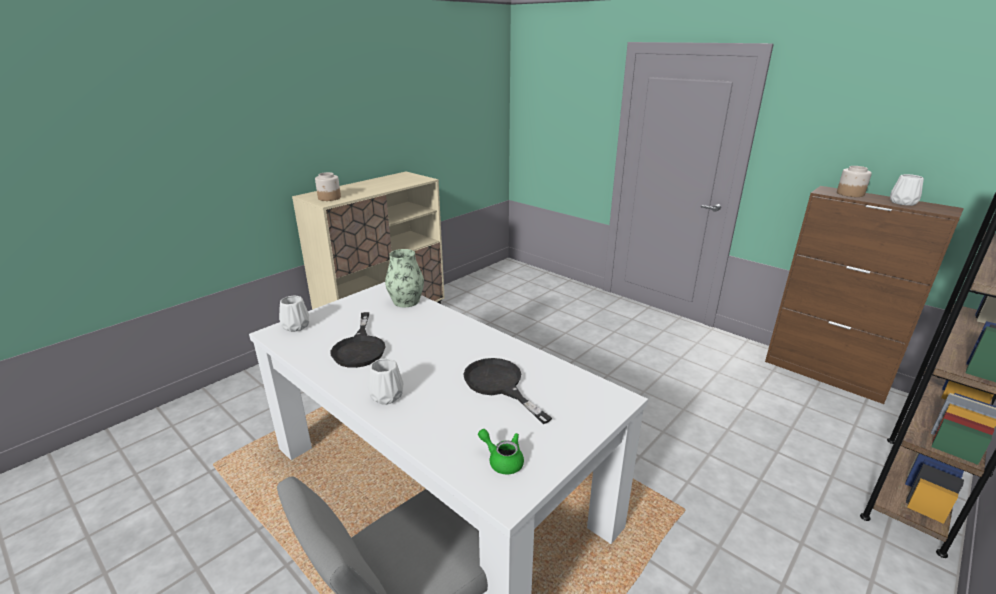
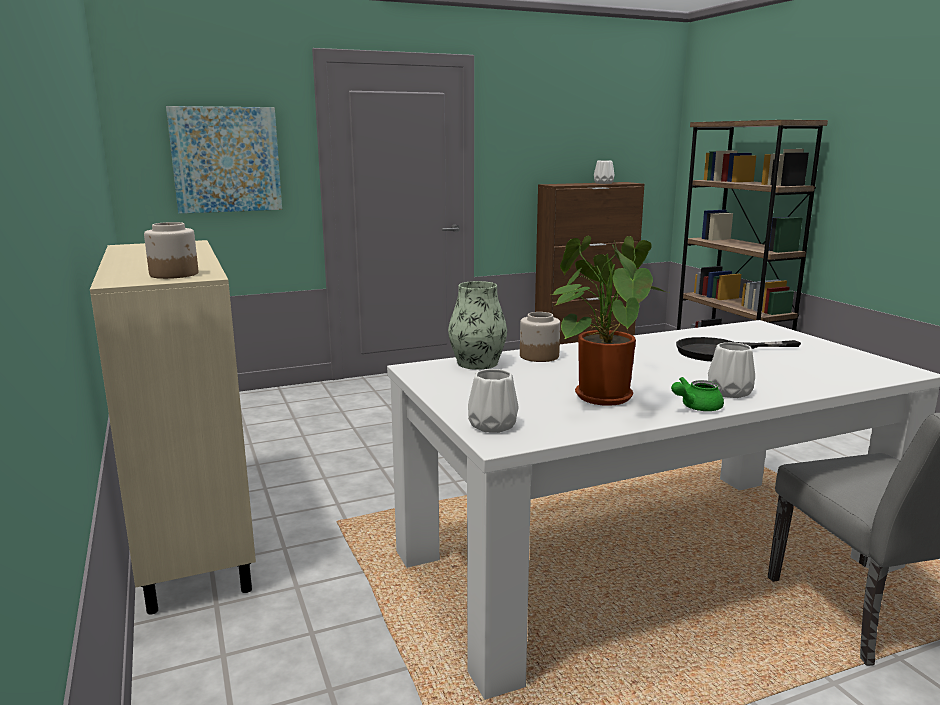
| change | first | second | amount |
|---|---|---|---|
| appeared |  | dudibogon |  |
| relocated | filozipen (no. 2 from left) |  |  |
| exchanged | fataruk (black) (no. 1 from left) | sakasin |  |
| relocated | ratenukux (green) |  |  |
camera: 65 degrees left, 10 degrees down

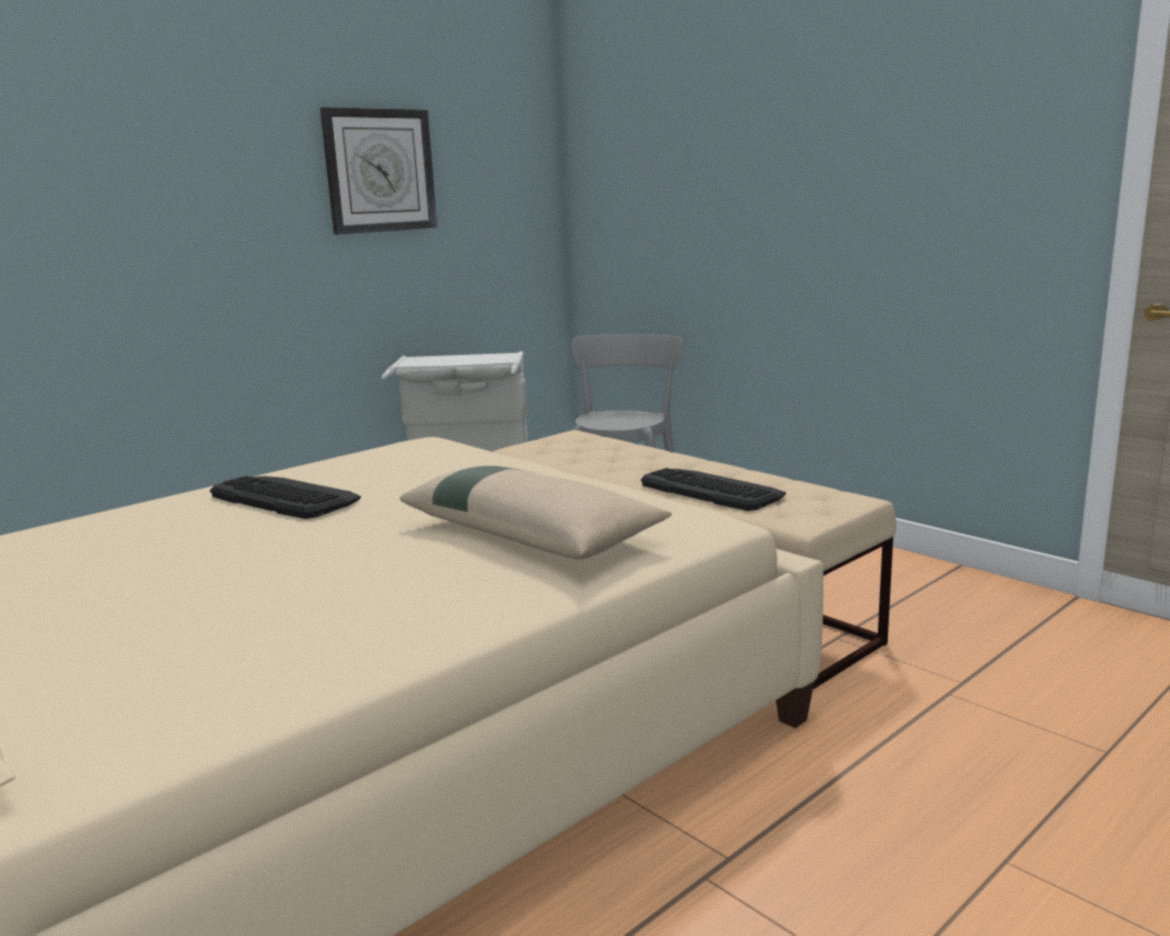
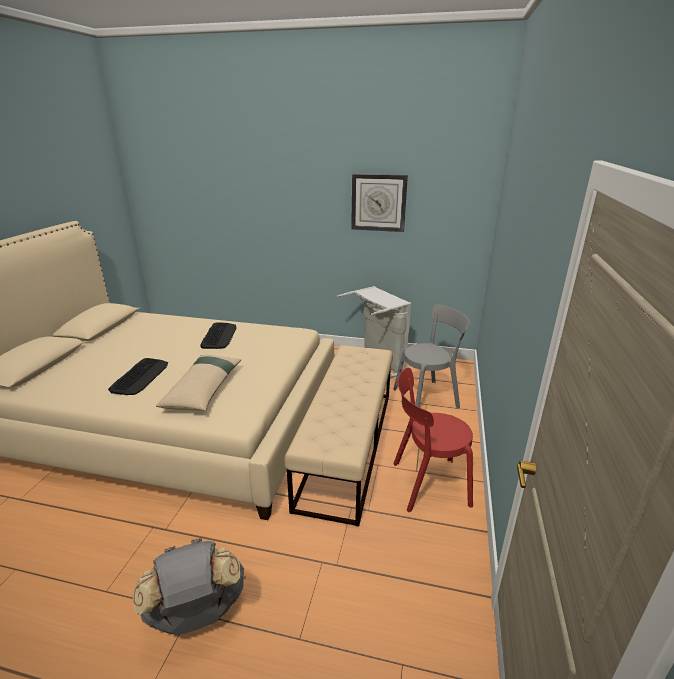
| change | first | second | amount |
|---|---|---|---|
| relocated | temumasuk (no. 2 from left in the first image) | temumasuk (no. 1 from left) |  |
| appeared |  | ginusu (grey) |  |
| appeared |  | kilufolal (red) |  |
camera: 55 degrees right, 10 degrees up

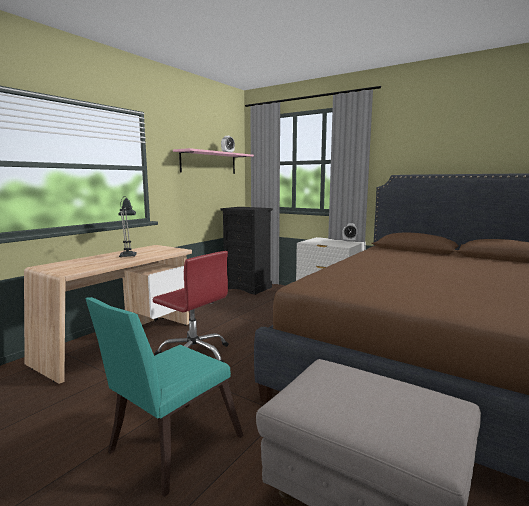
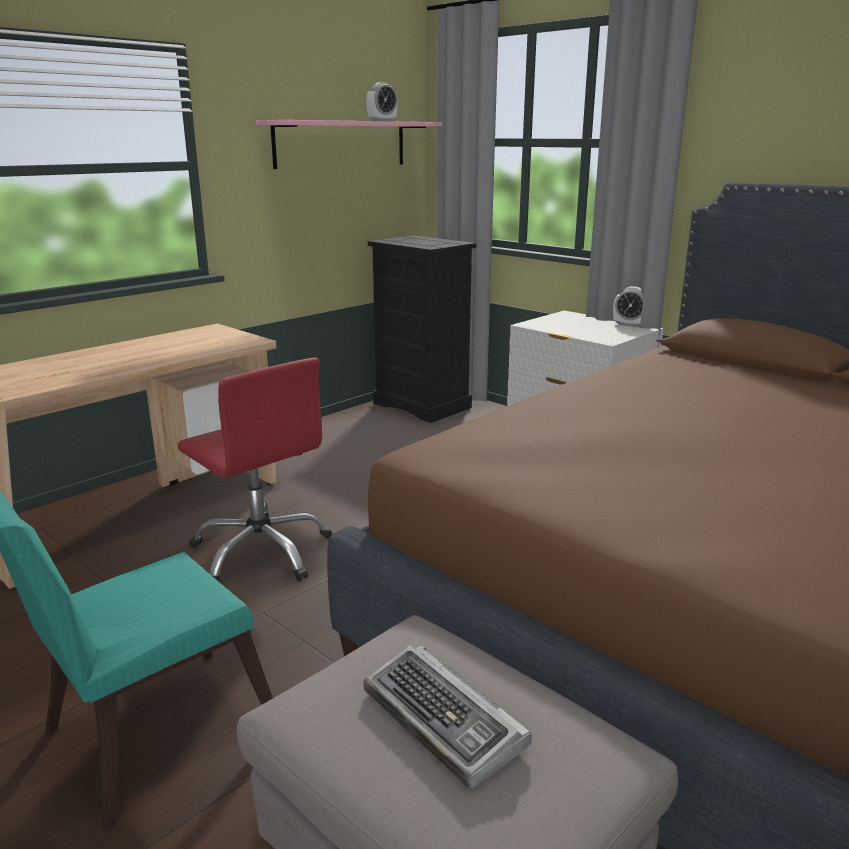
| change | first | second | amount |
|---|---|---|---|
| appeared |  | temumasuk |  |
| missing | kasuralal |  |  |
camera: 10 degrees right, 10 degrees up

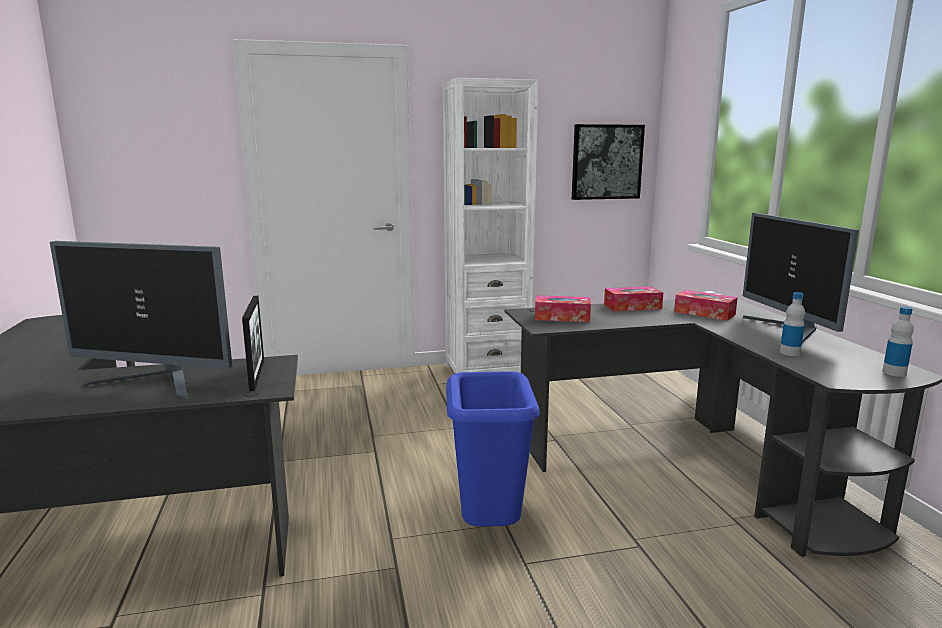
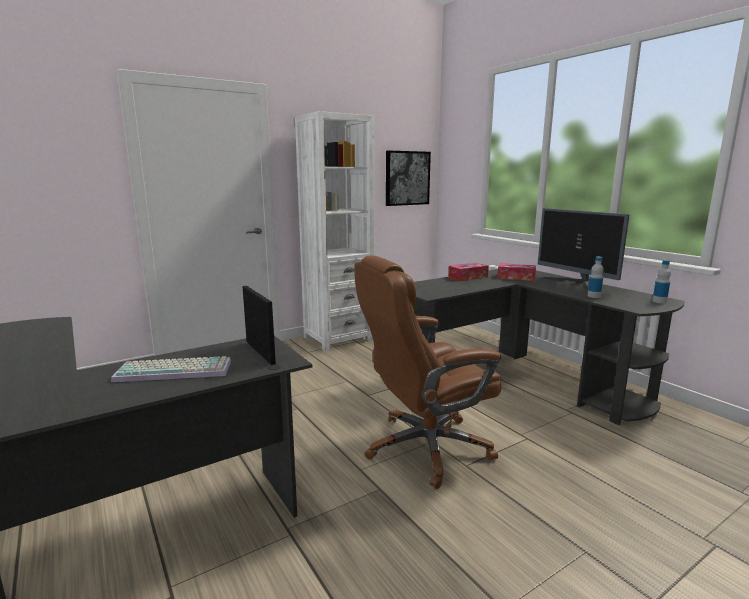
| change | first | second | amount |
|---|---|---|---|
| exchanged | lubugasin (no. 1 from left) | temumasuk |  |
| exchanged | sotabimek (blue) | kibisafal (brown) |  |
| missing | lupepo (no. 1 from left) |  |  |
camera: 20 degrees left, 0 degrees up

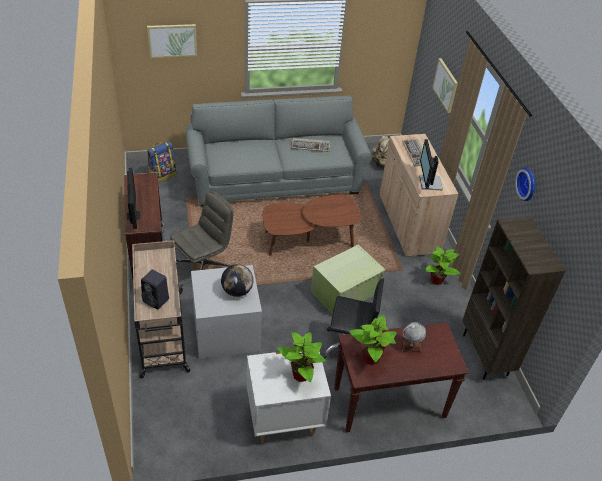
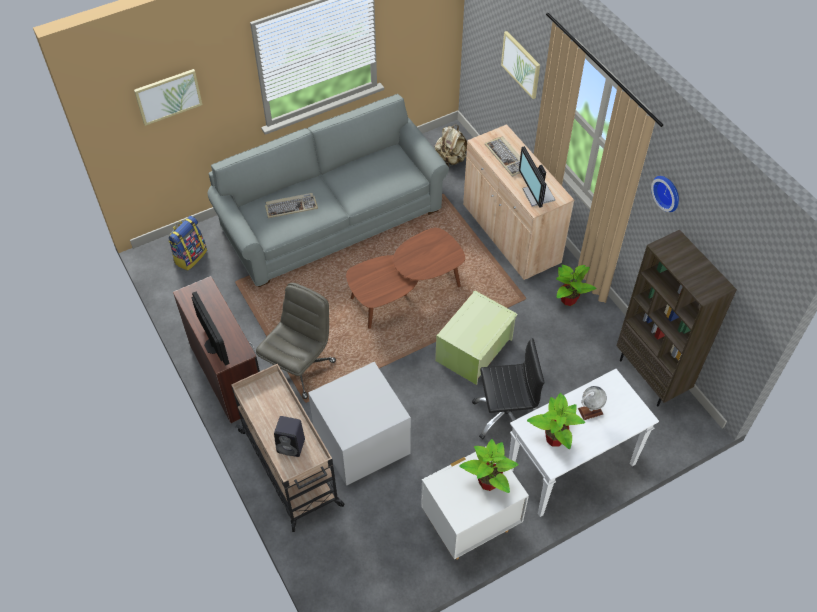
| change | first | second | amount |
|---|---|---|---|
| relocated | temumasuk (no. 1 from left) |  |  |
| colour | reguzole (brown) | reguzole (white) |  |
| missing | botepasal (no. 1 from left) |  |  |
camera: 15 degrees left, 10 degrees up

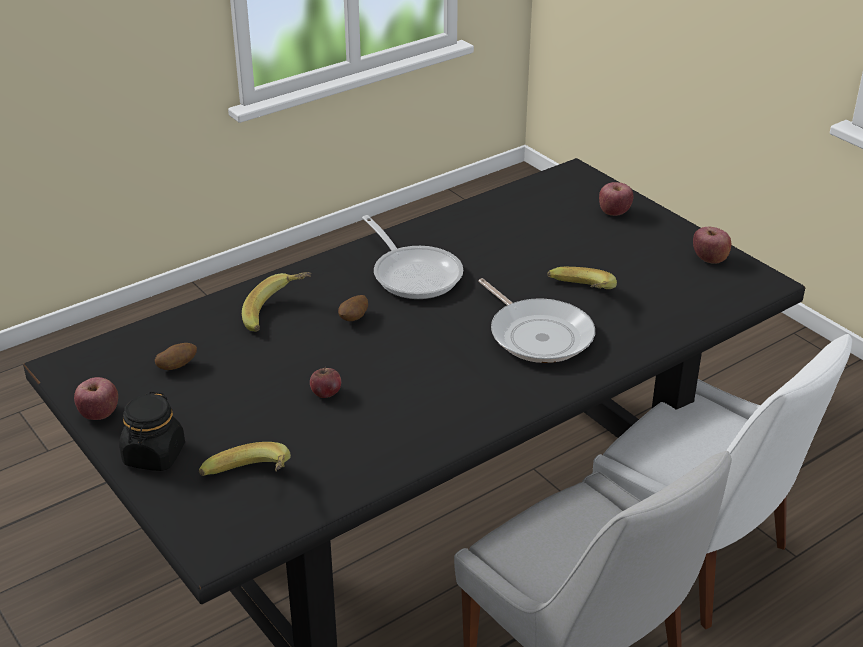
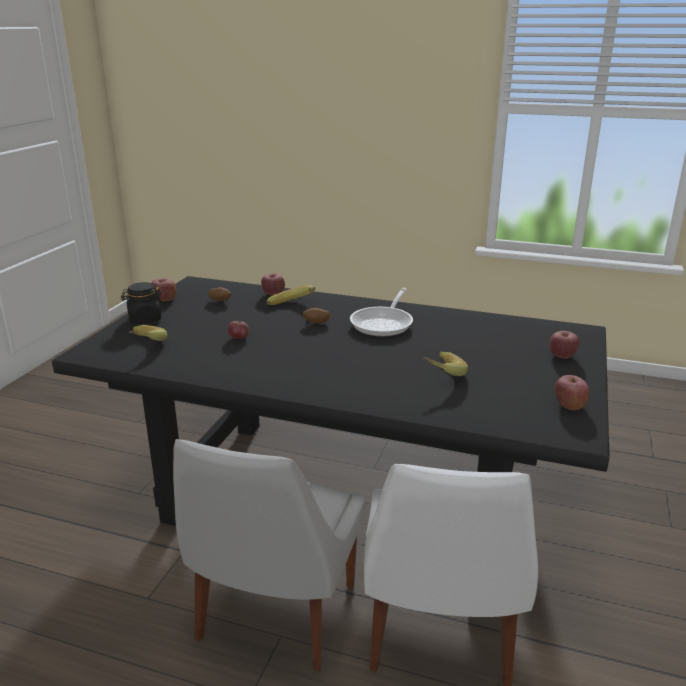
| change | first | second | amount |
|---|---|---|---|
| appeared |  | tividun (no. 3 from left) |  |
| missing | fataruk (no. 2 from left) |  |  |
camera: 55 degrees right, 10 degrees down

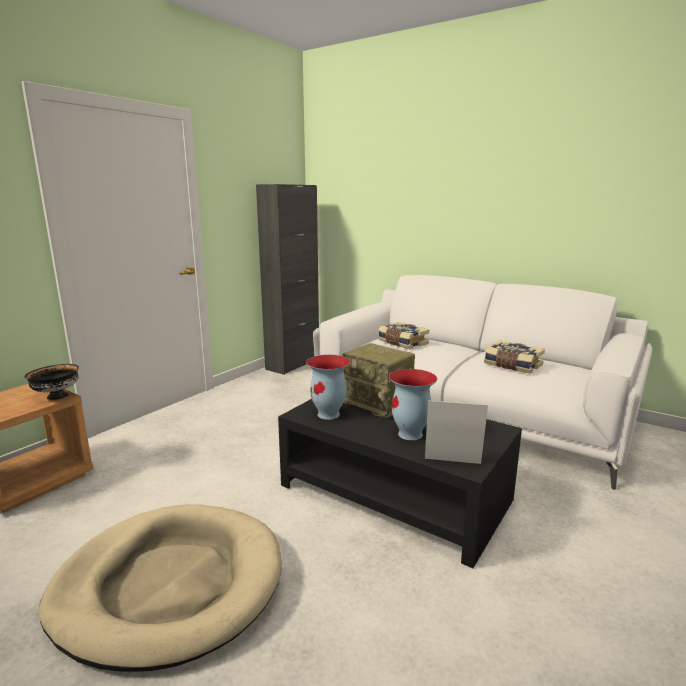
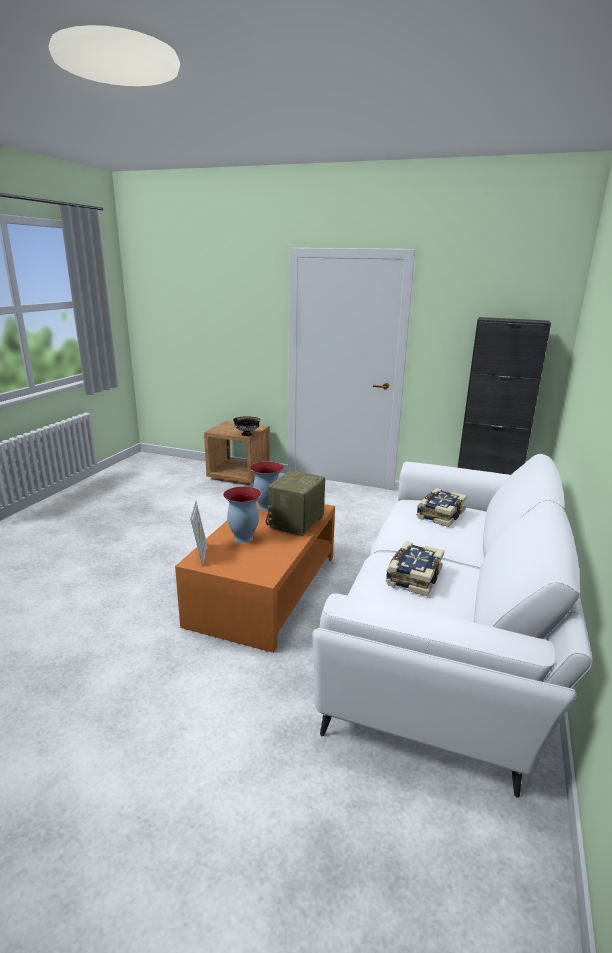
| change | first | second | amount |
|---|---|---|---|
| colour | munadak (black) | munadak (orange) |  |
| missing | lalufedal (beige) |  |  |
camera: 75 degrees right, 5 degrees up

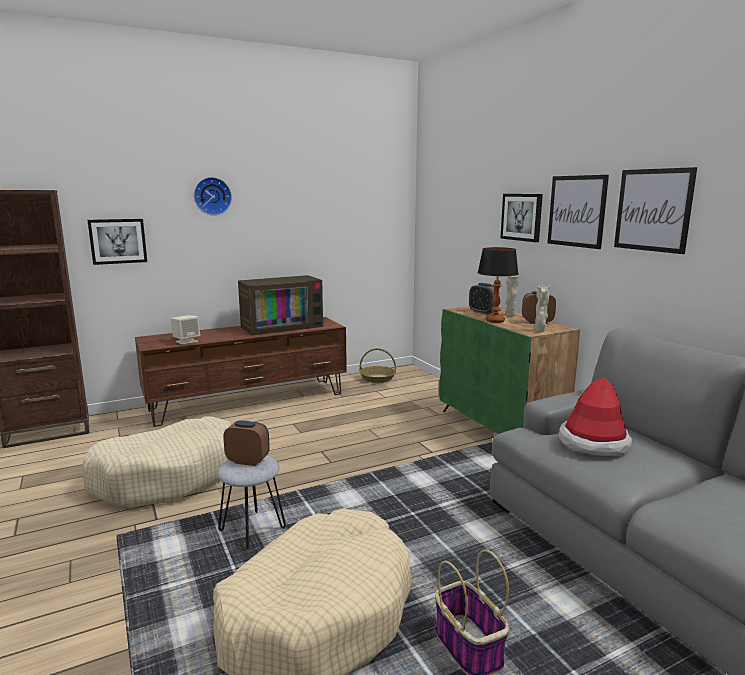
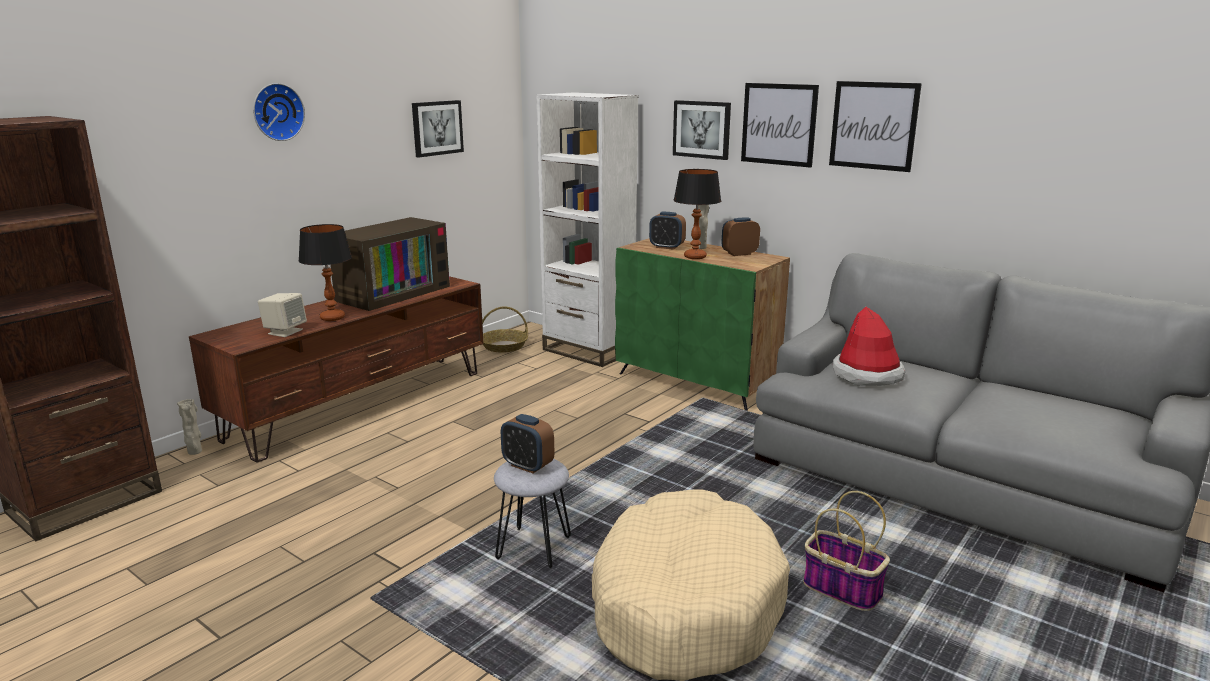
| change | first | second | amount |
|---|---|---|---|
| relocated | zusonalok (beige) (no. 2 from left in the first image) | zusonalok (beige) (no. 1 from left) |  |
| appeared |  | kasuralal (no. 1 from left) |  |
| relocated | dudibogon (no. 1 from left) |  |  |
| spun | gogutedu (no. 1 from left) |  | 135 degrees counterclockwise |
| appeared |  | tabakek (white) |  |
| missing | lalufedal (beige) (no. 1 from left) |  |  |
camera: 25 degrees left, 5 degrees up

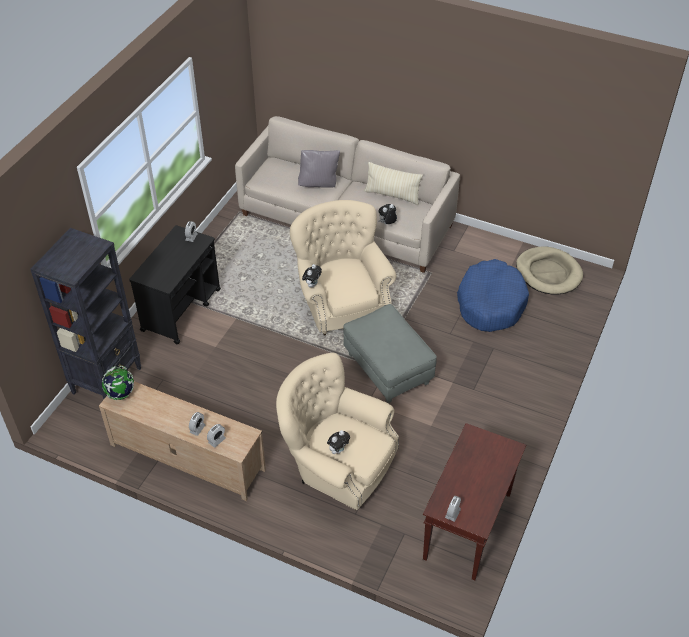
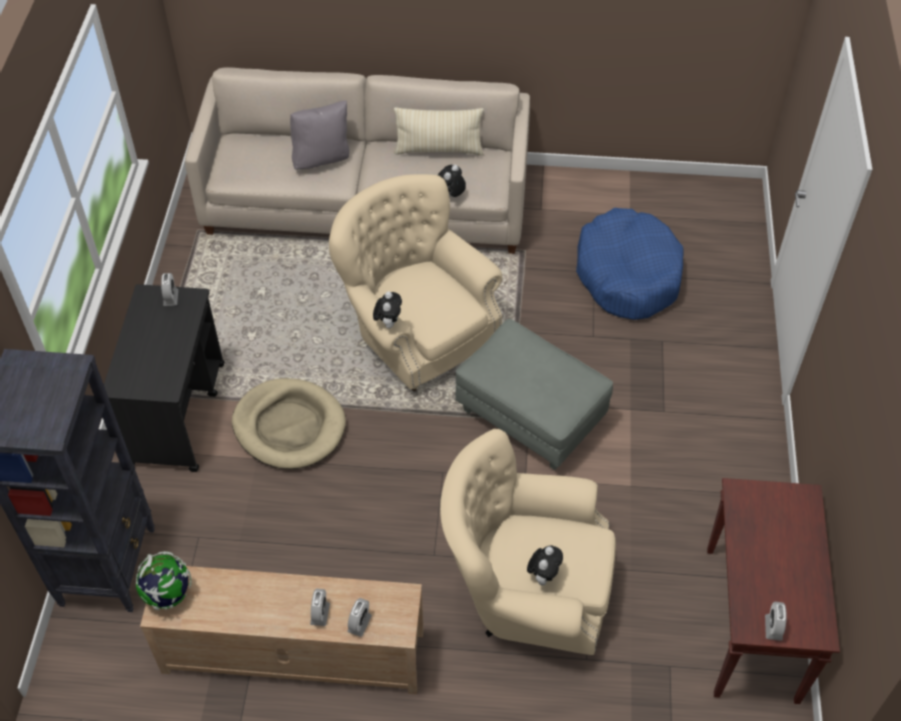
| change | first | second | amount |
|---|---|---|---|
| relocated | lalufedal (beige) |  |  |
camera: 20 degrees left, 5 degrees up

